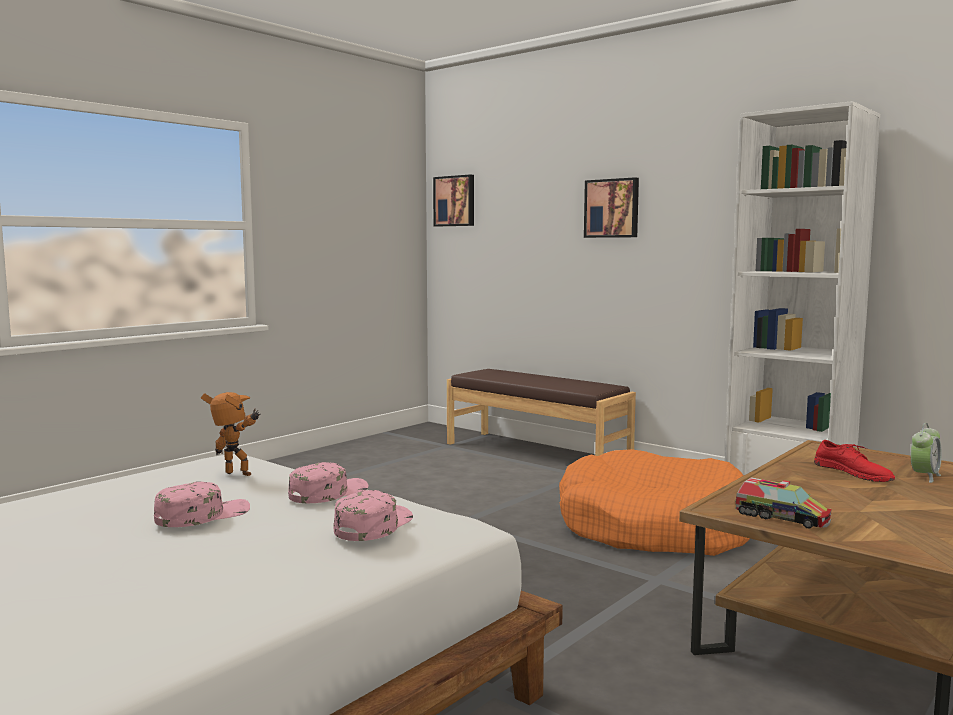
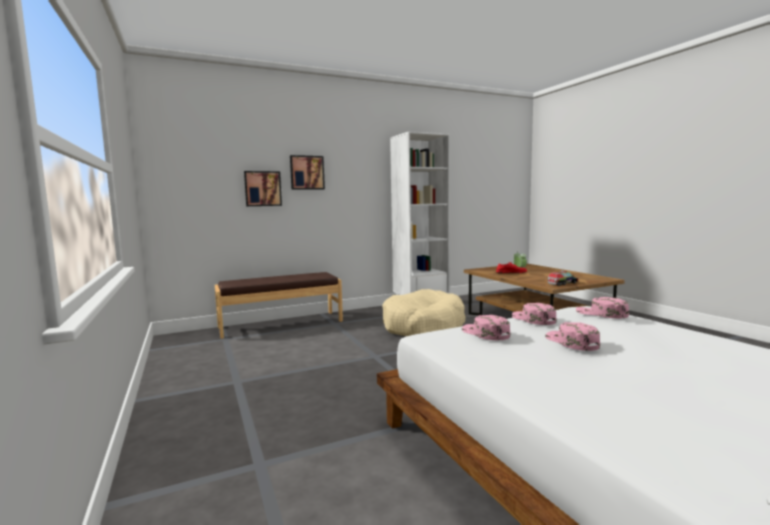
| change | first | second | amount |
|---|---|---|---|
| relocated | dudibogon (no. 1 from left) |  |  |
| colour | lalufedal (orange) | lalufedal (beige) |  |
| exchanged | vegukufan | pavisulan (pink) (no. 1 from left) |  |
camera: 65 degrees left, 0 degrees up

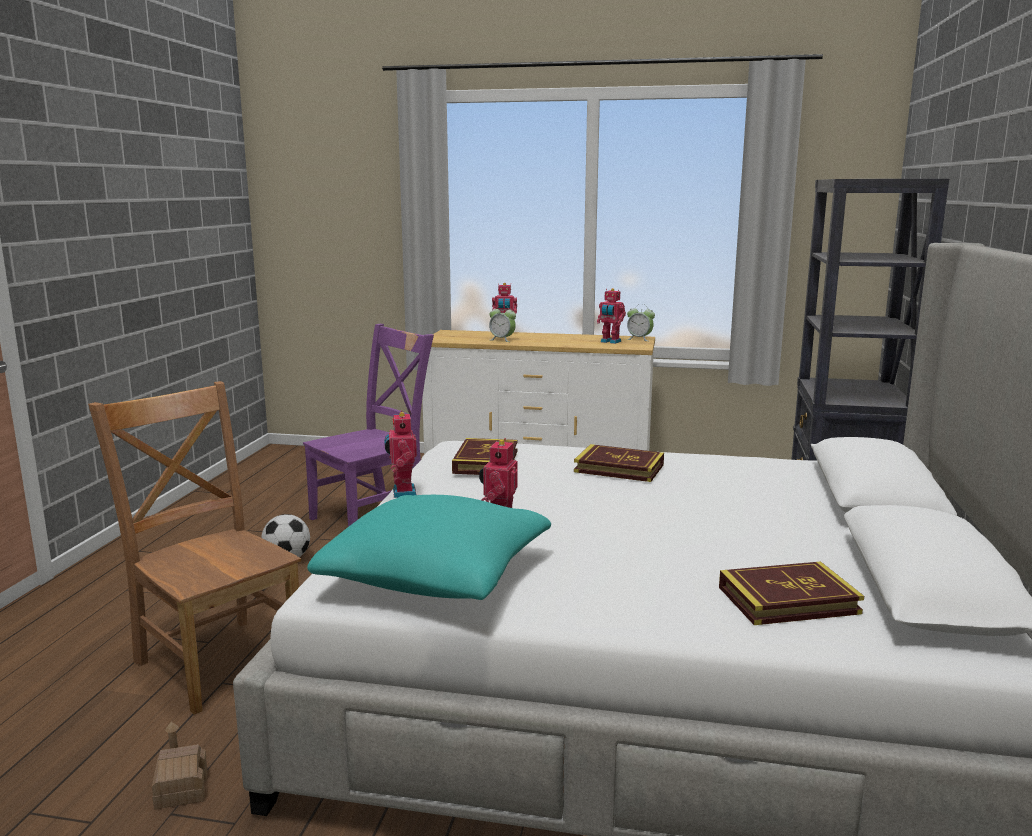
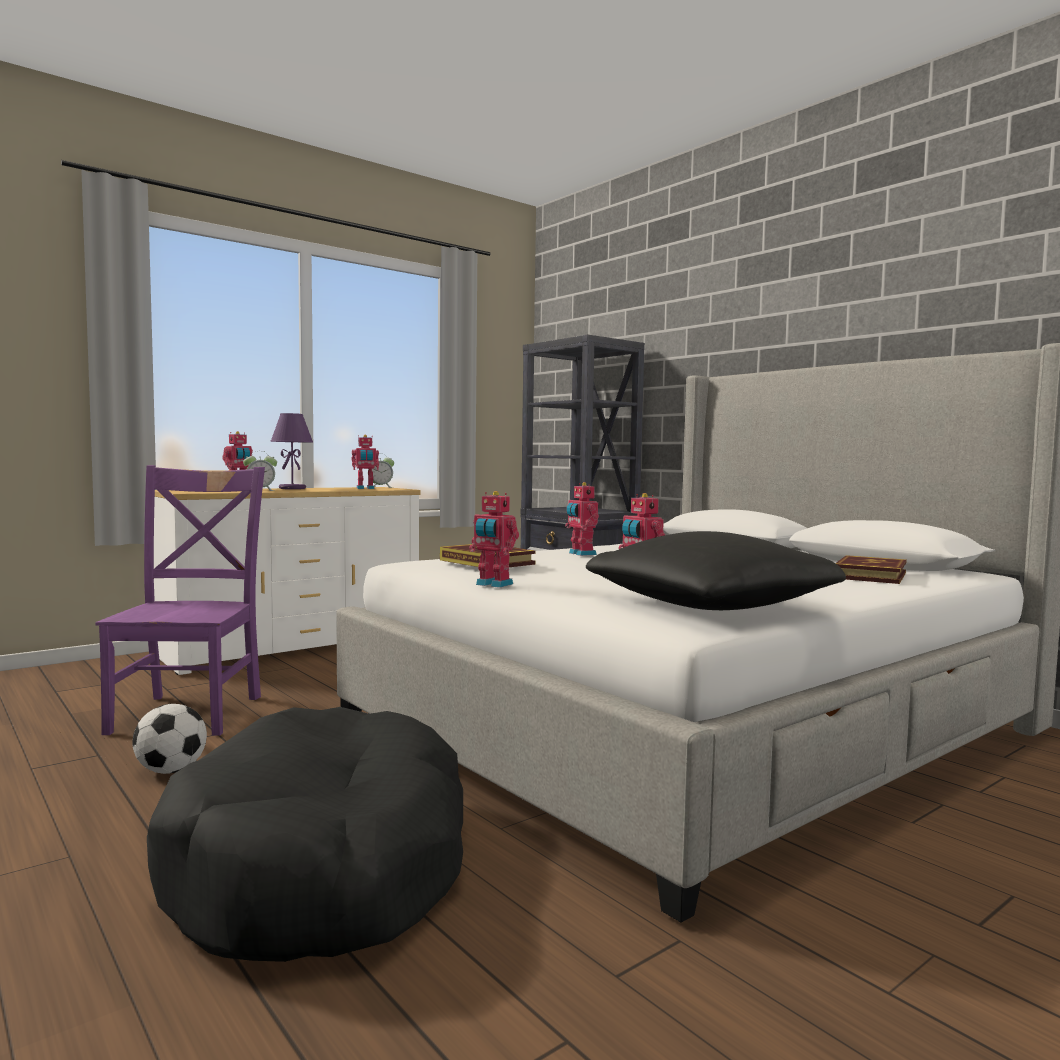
| change | first | second | amount |
|---|---|---|---|
| exchanged | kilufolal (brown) | lalufedal (black) |  |
| appeared |  | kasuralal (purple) |  |
| exchanged | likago (no. 2 from left) | vegukufan (no. 4 from left) |  |
| colour | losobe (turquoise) | losobe (black) |  |
| missing | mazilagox |  |  |
camera: 50 degrees left, 10 degrees down

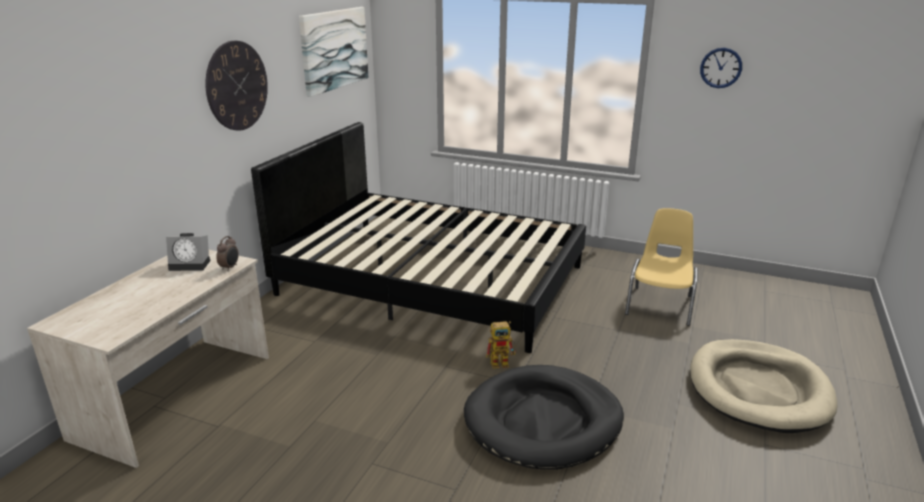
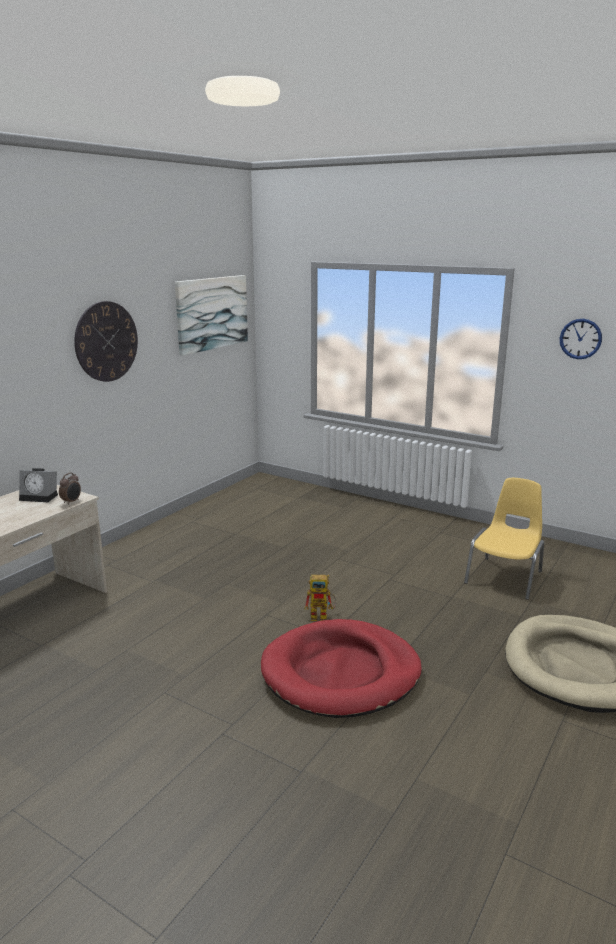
| change | first | second | amount |
|---|---|---|---|
| colour | lalufedal (black) | lalufedal (red) |  |
| missing | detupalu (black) |  |  |
camera: 10 degrees right, 5 degrees down

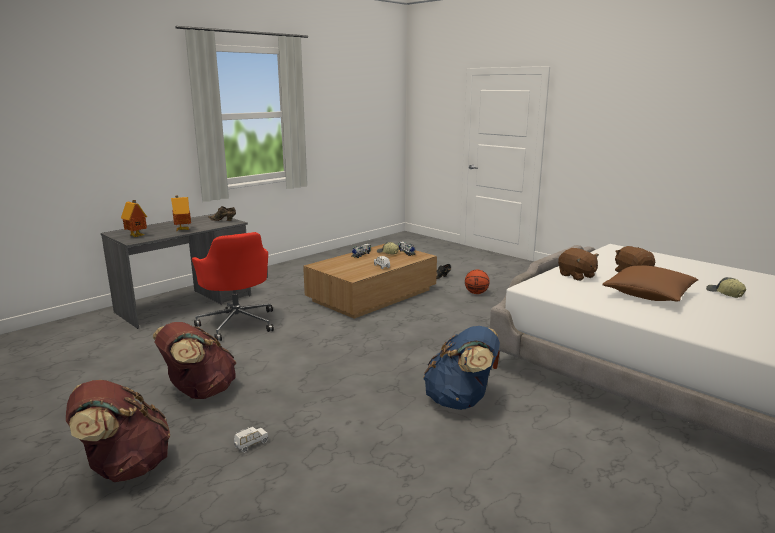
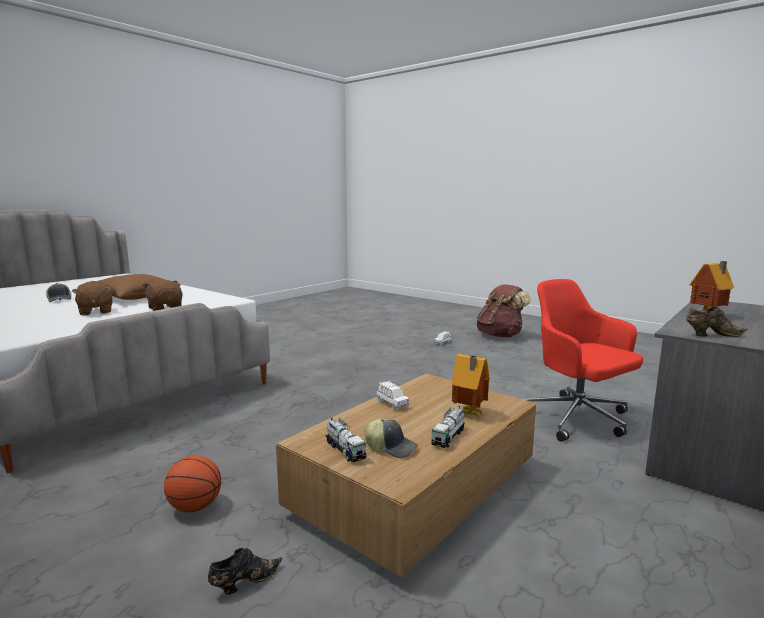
| change | first | second | amount |
|---|---|---|---|
| relocated | mazilagox (no. 1 from left) |  |  |
| missing | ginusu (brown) (no. 2 from left) |  |  |
| missing | ginusu (blue) |  |  |
camera: 175 degrees right, 5 degrees down

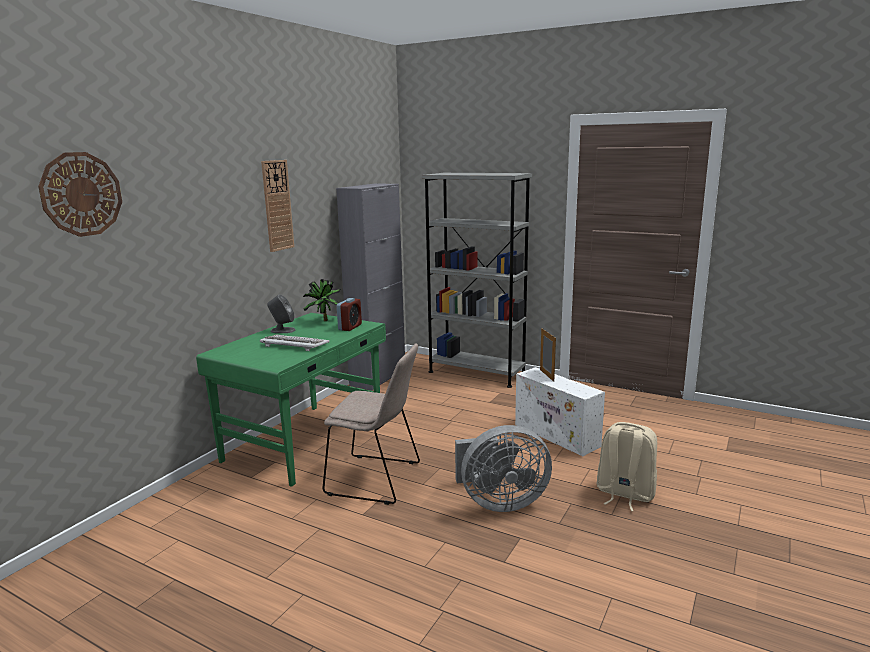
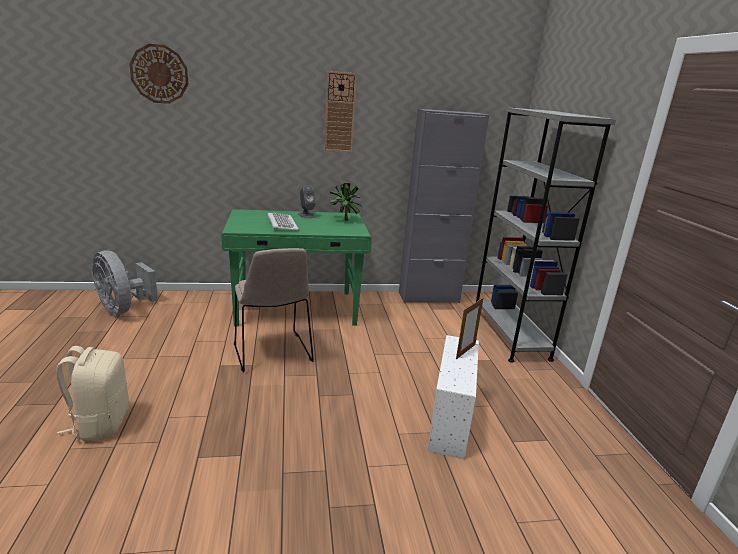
| change | first | second | amount |
|---|---|---|---|
| relocated | ginusu (beige) |  |  |
| relocated | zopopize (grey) |  |  |
| missing | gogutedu |  |  |
camera: 50 degrees right, 5 degrees up

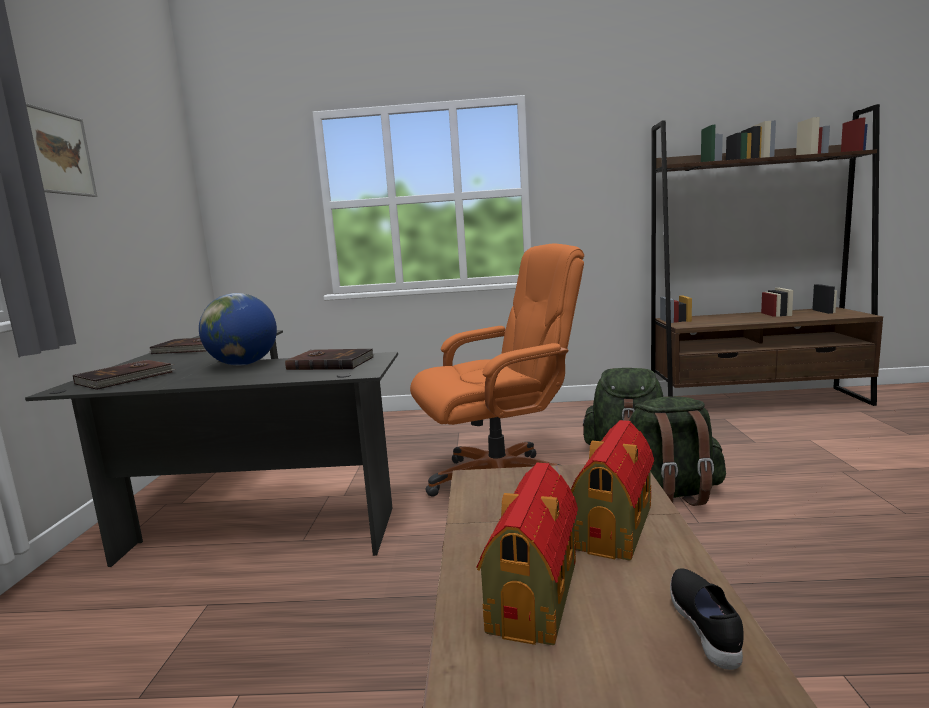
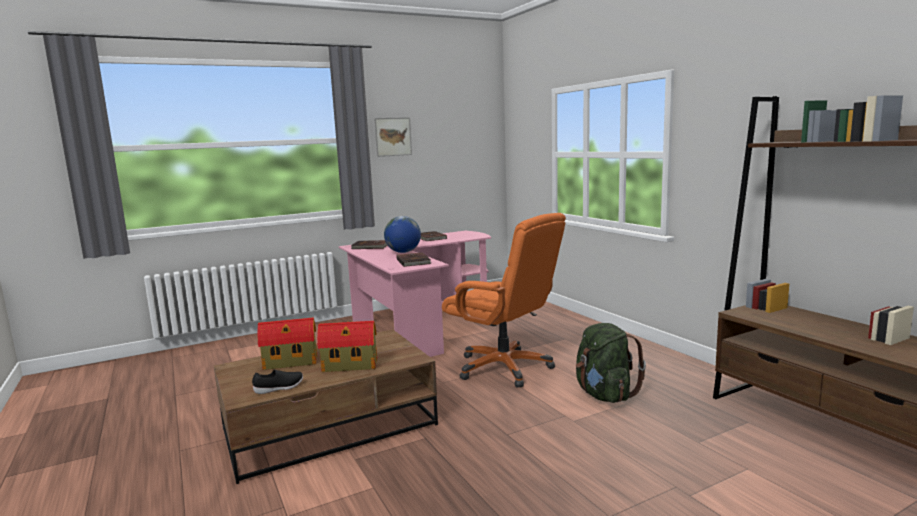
| change | first | second | amount |
|---|---|---|---|
| colour | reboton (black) | reboton (pink) |  |
| missing | ginusu (green) (no. 2 from left) |  |  |
camera: 60 degrees right, 0 degrees up

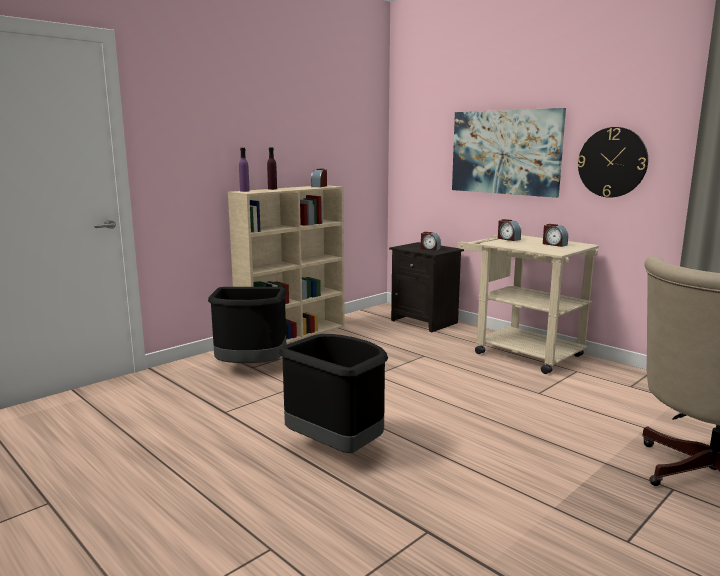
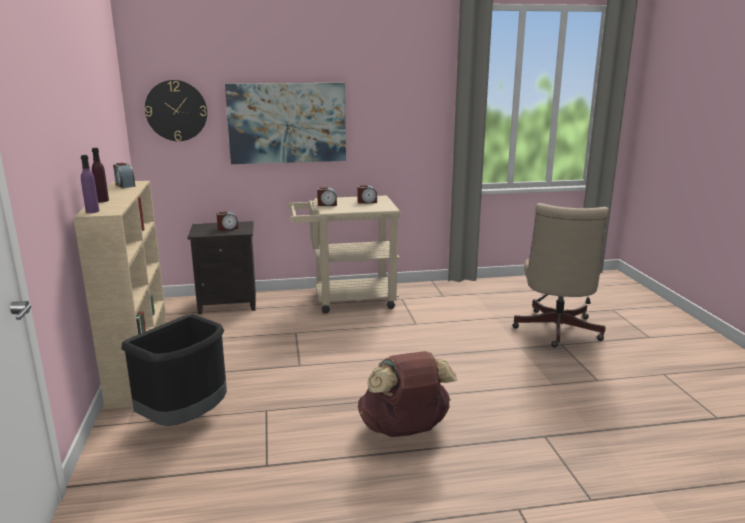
| change | first | second | amount |
|---|---|---|---|
| relocated | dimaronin |  |  |
| exchanged | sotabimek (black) (no. 2 from left) | ginusu (brown) |  |
camera: 55 degrees left, 5 degrees up

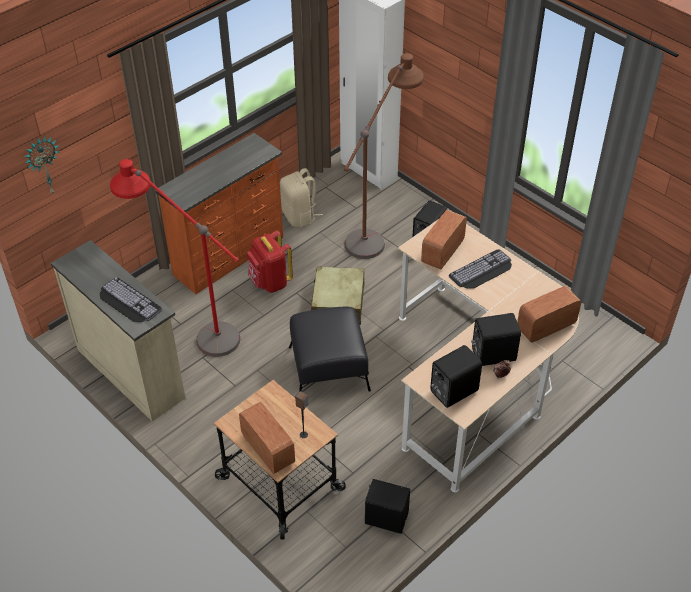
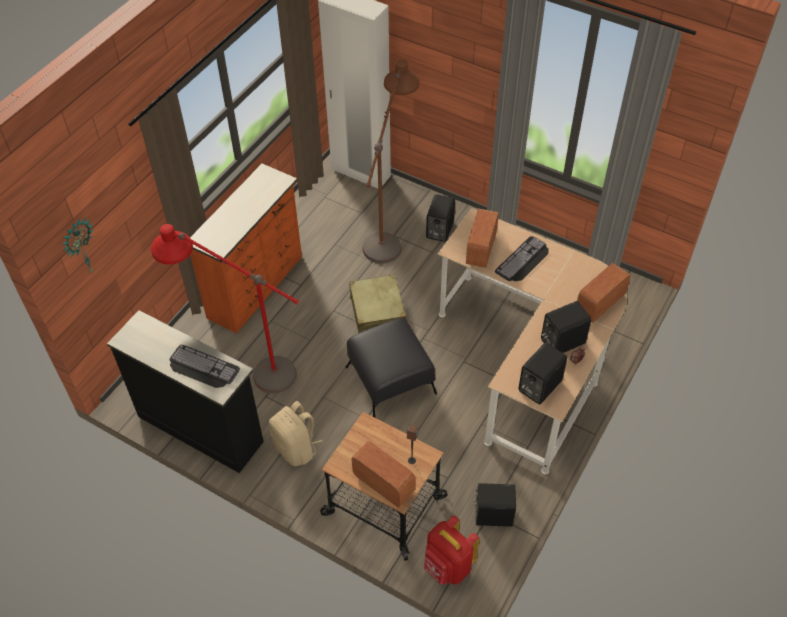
| change | first | second | amount |
|---|---|---|---|
| colour | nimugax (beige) | nimugax (black) |  |
| relocated | ginusu (beige) |  |  |
| relocated | ginusu (red) |  |  |
camera: 15 degrees left, 5 degrees up

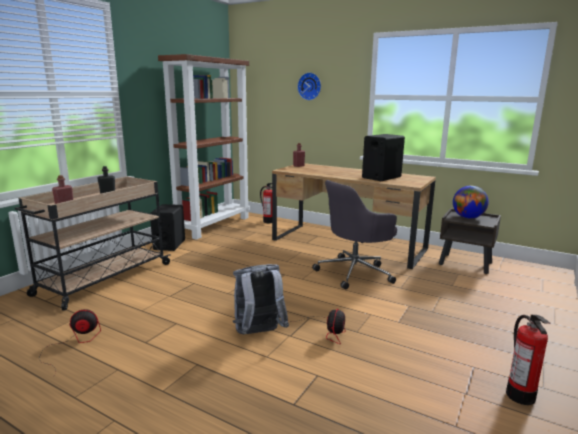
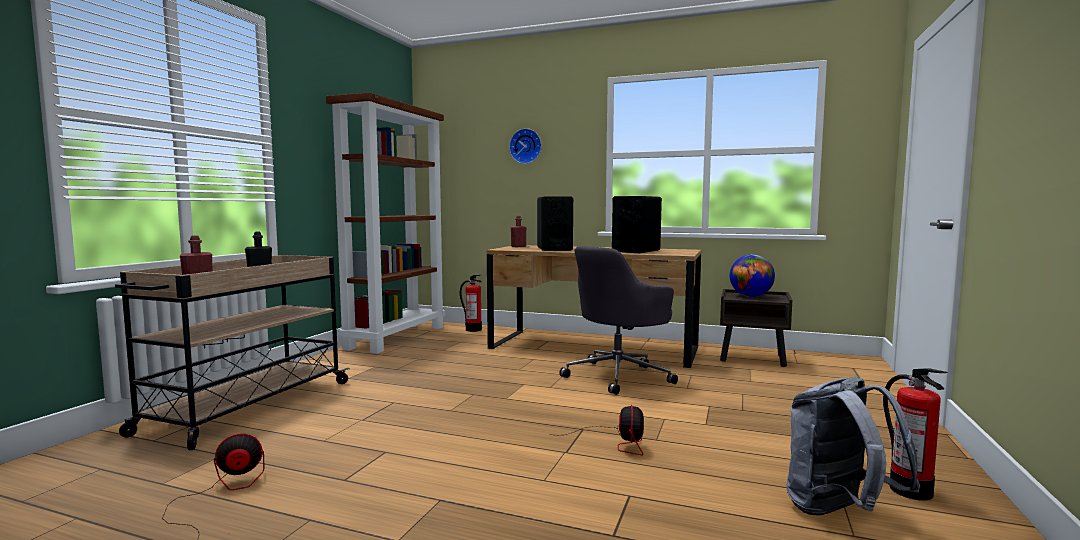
| change | first | second | amount |
|---|---|---|---|
| relocated | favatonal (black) (no. 1 from left) |  |  |
| relocated | ginusu (grey) |  |  |
camera: 10 degrees left, 10 degrees down

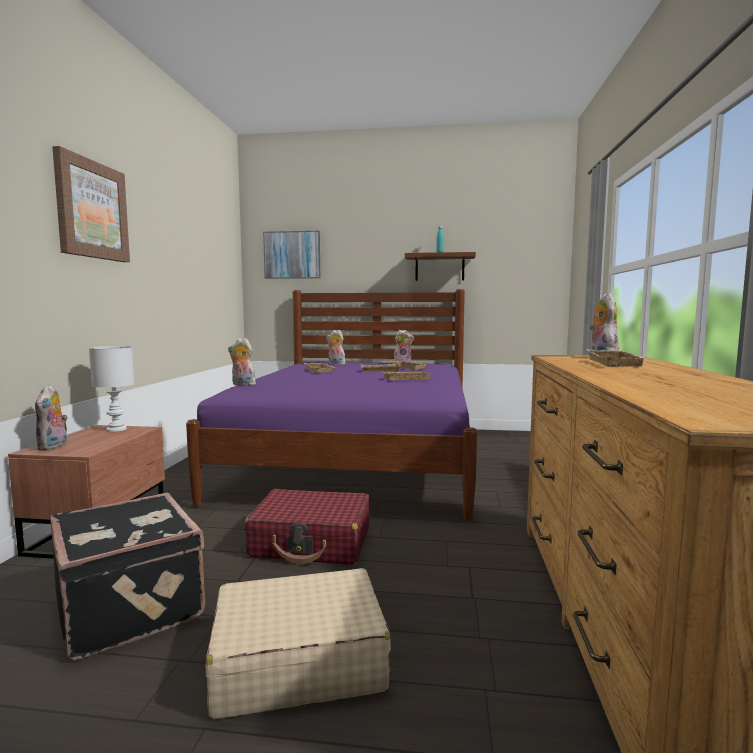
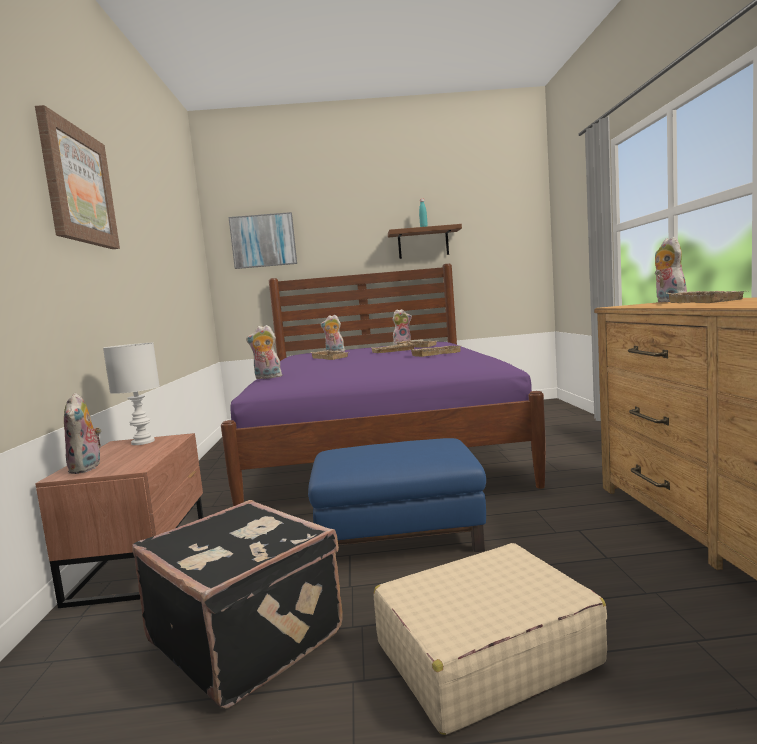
| change | first | second | amount |
|---|---|---|---|
| exchanged | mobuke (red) | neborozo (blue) |  |
camera: 10 degrees left, 0 degrees up

